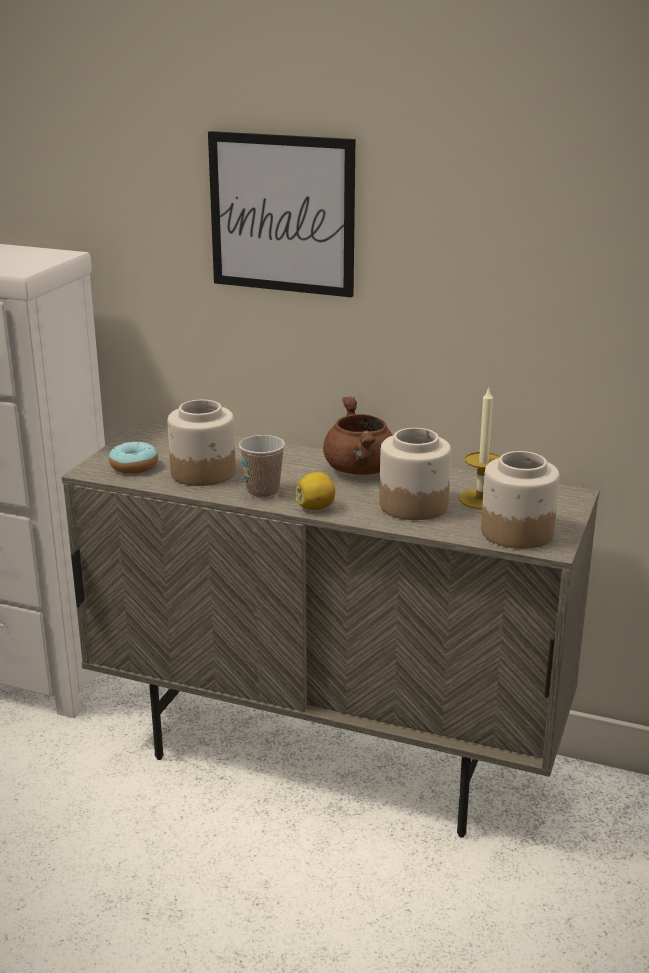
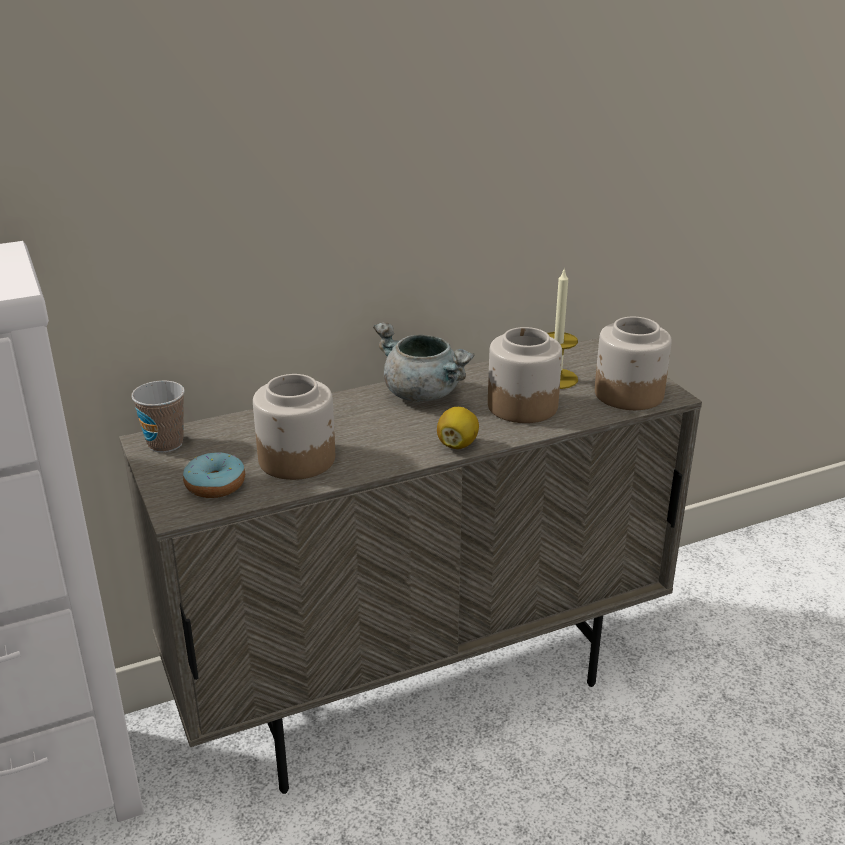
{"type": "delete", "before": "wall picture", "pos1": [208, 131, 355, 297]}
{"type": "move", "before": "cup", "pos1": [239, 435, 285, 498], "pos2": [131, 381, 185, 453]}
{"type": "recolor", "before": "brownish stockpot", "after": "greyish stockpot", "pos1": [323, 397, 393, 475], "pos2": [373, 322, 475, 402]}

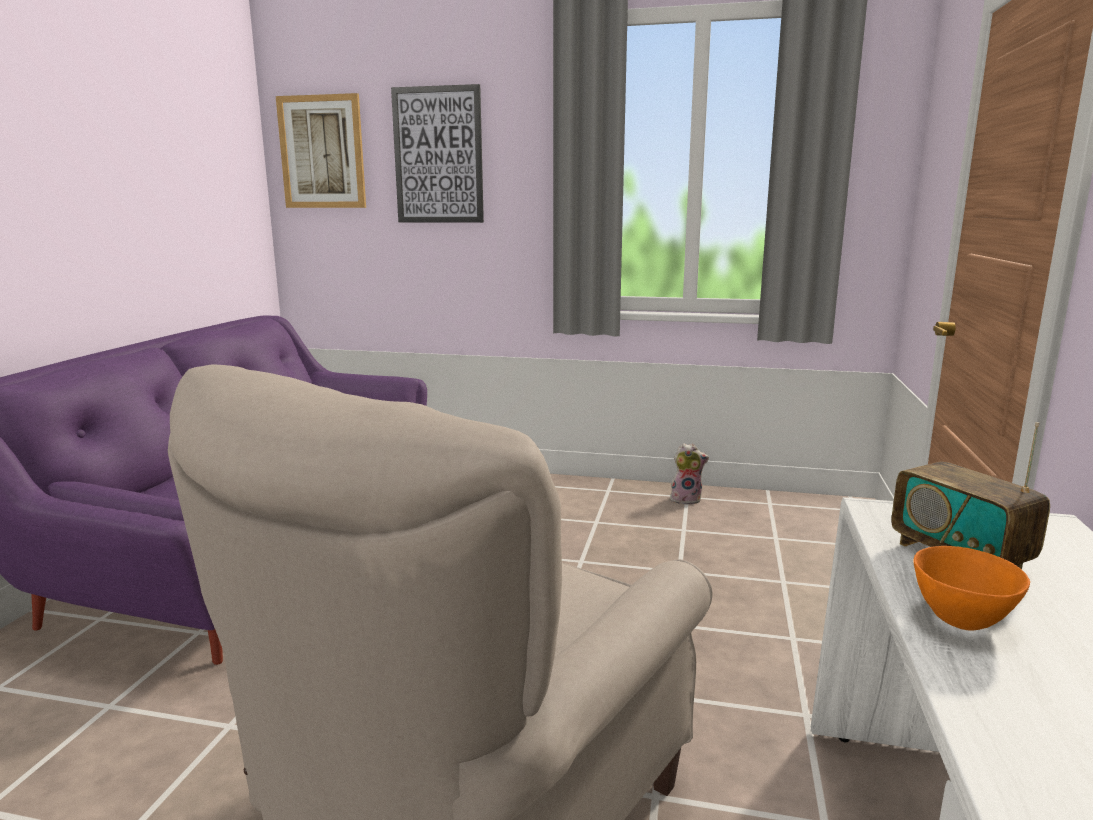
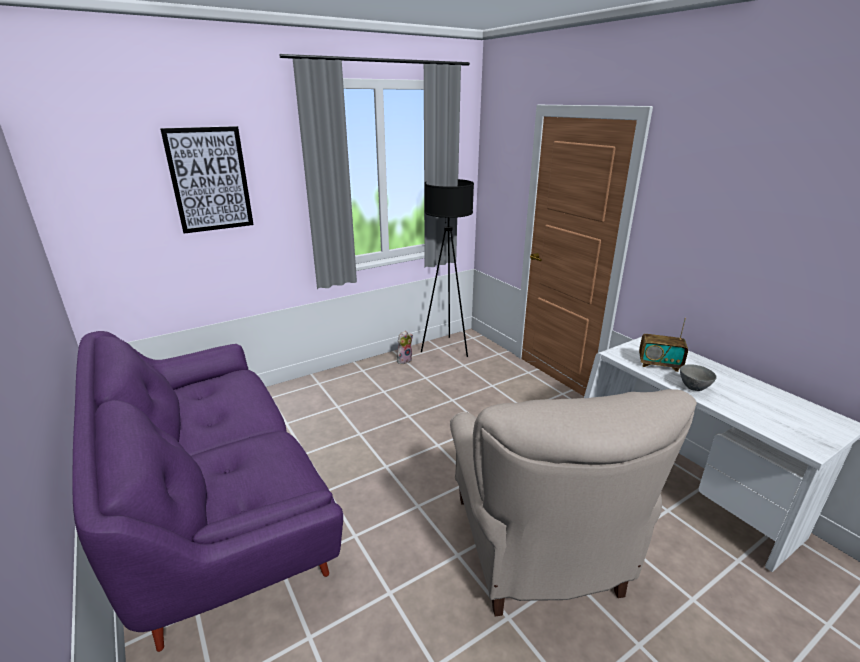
{"type": "delete", "before": "wall picture", "pos1": [276, 93, 366, 208]}
{"type": "insert", "after": "black-coloured floor lamp", "pos2": [421, 179, 474, 357]}
{"type": "recolor", "before": "orange bowl", "after": "greyish bowl", "pos1": [913, 546, 1030, 631], "pos2": [680, 364, 717, 391]}

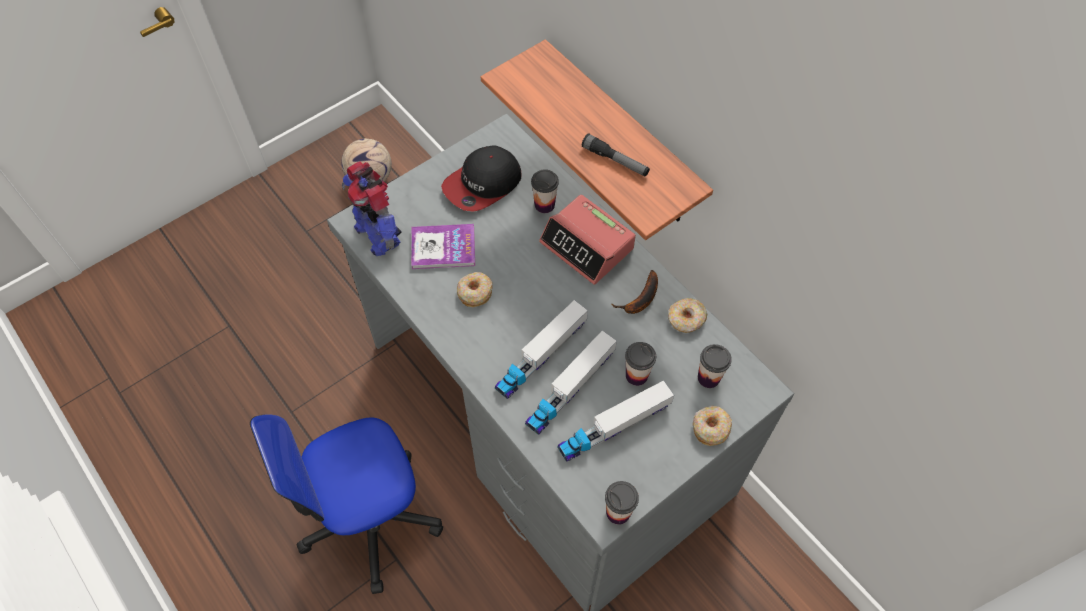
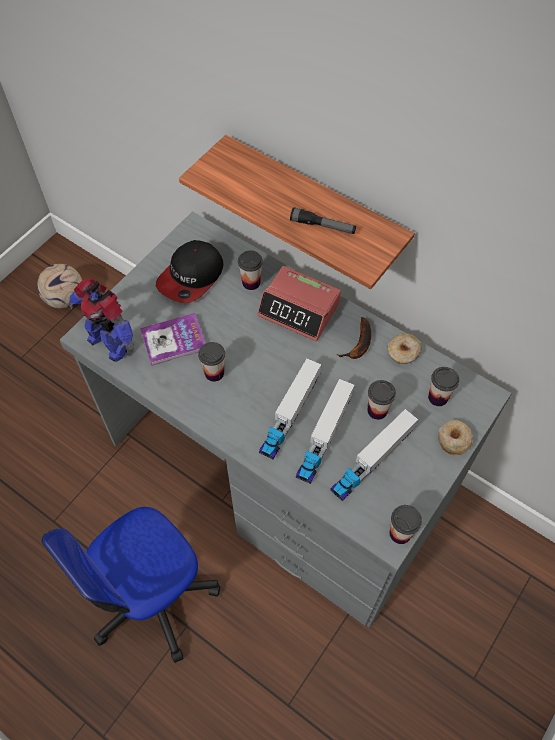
{"type": "replace", "before": "donut", "after": "cup", "pos1": [457, 272, 493, 307], "pos2": [198, 342, 225, 382]}

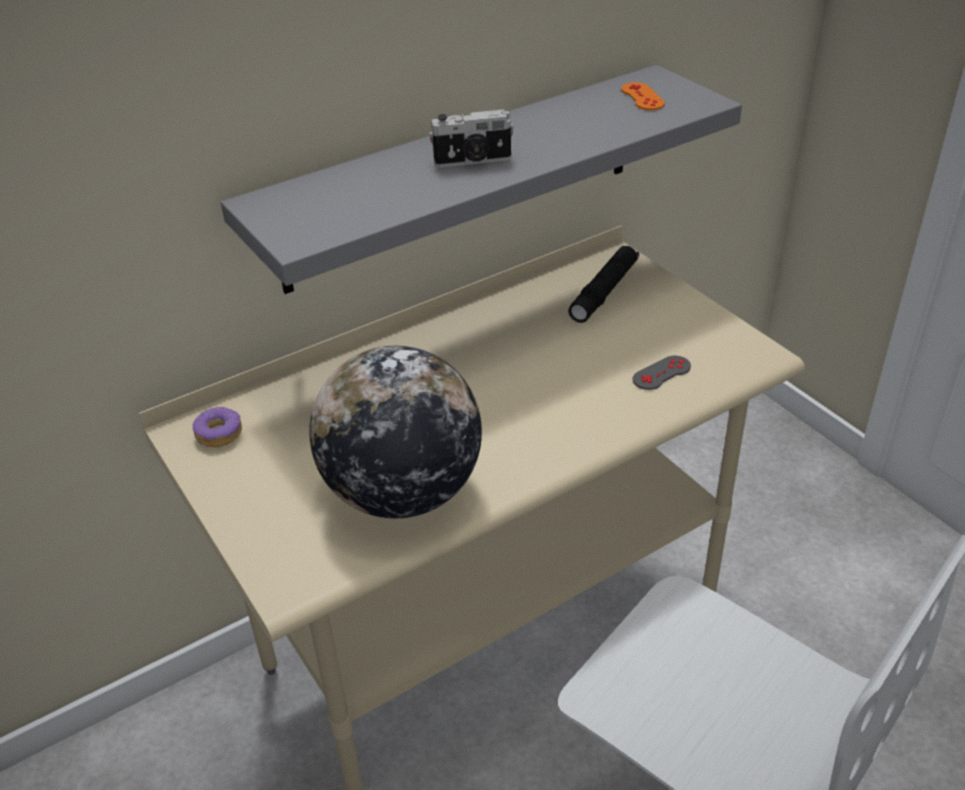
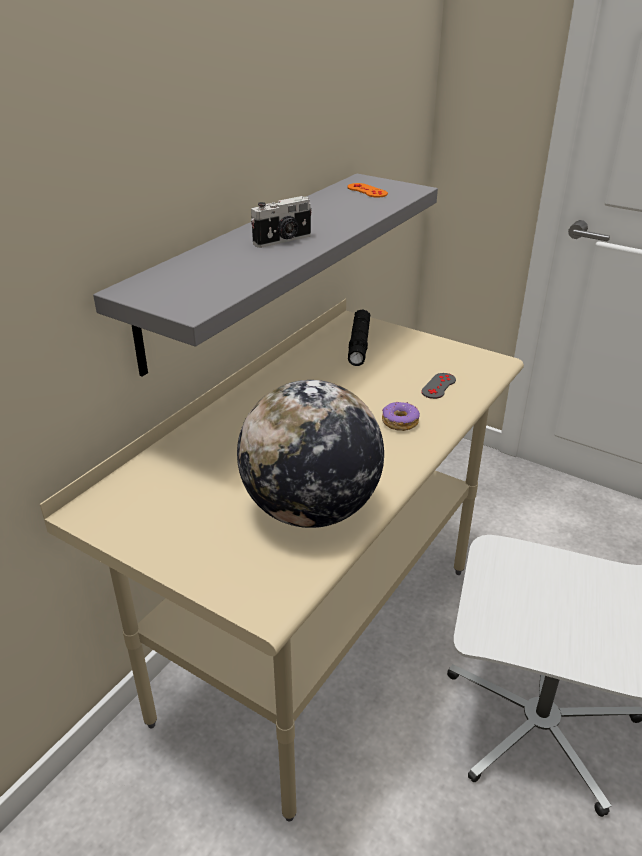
{"type": "move", "before": "donut", "pos1": [192, 407, 242, 447], "pos2": [382, 402, 420, 431]}

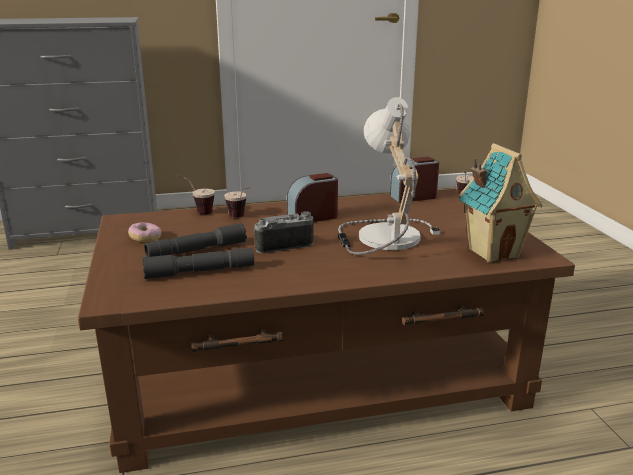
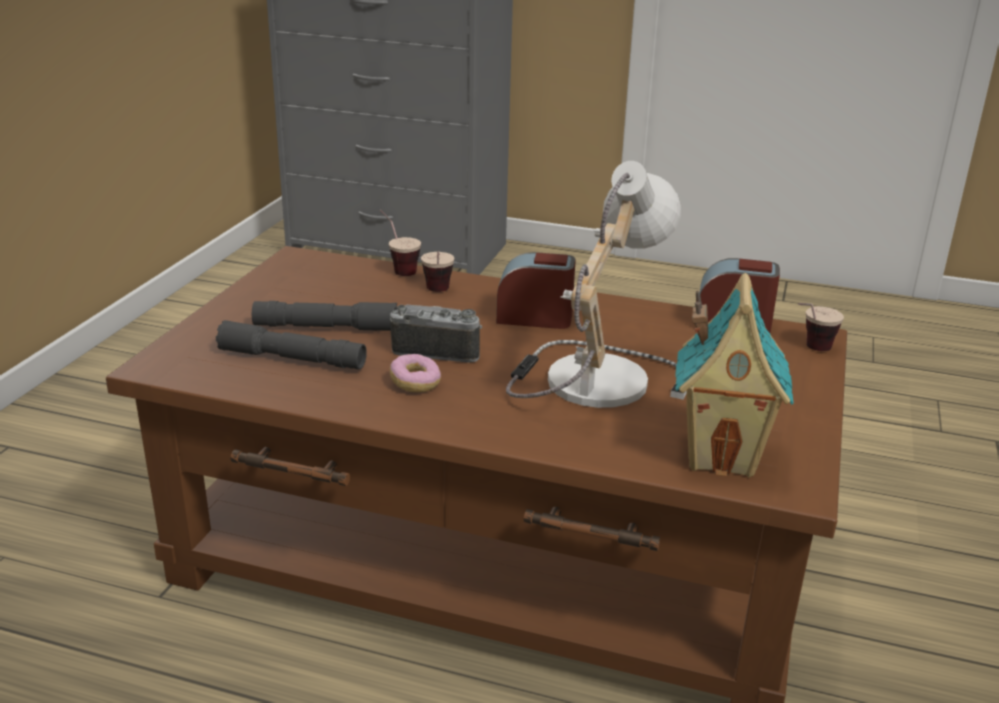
{"type": "move", "before": "donut", "pos1": [128, 222, 161, 242], "pos2": [390, 354, 441, 392]}

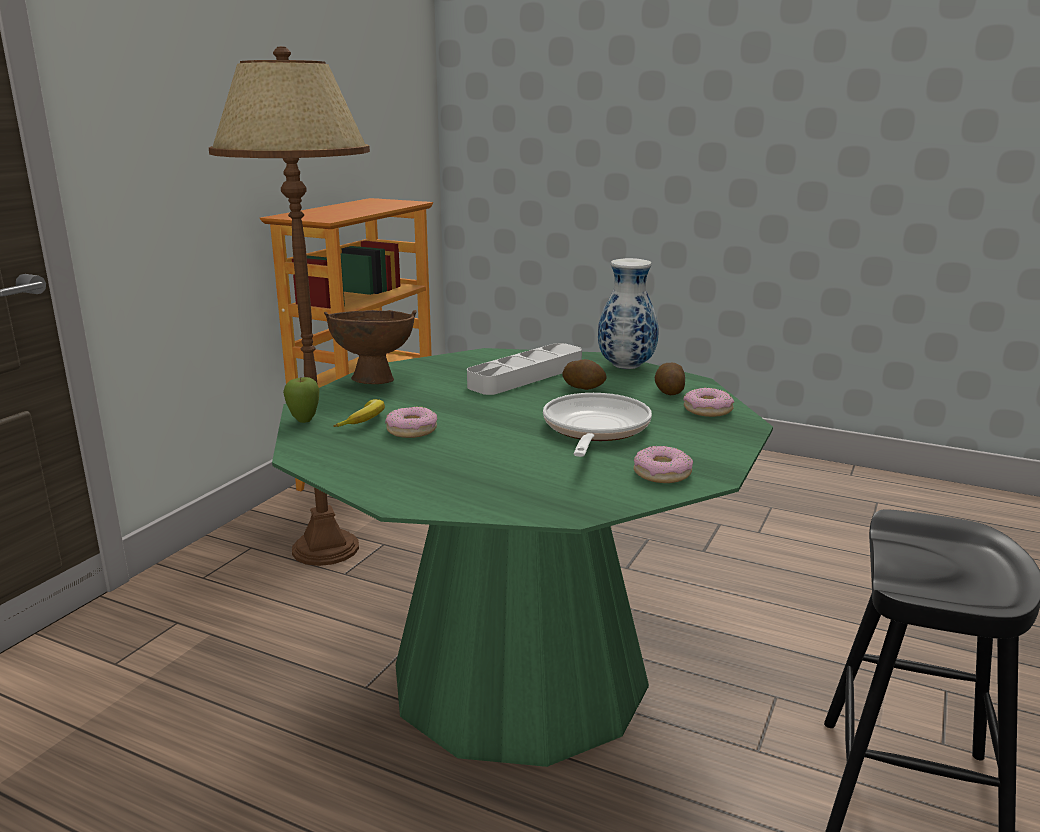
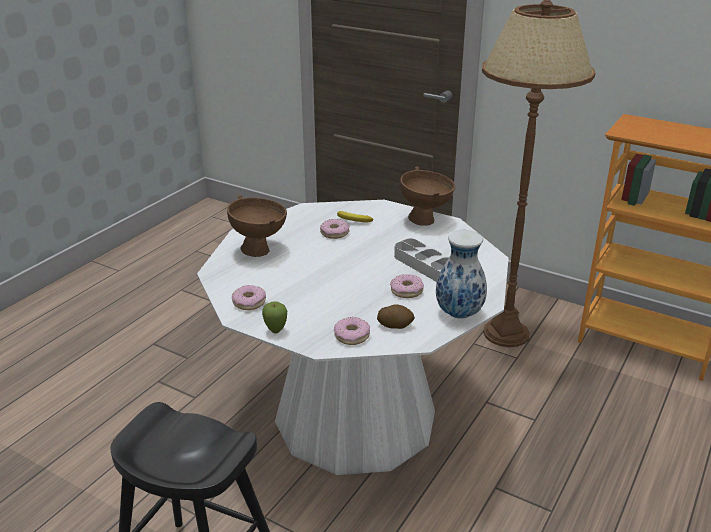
{"type": "delete", "before": "frying pan", "pos1": [543, 393, 652, 457]}
{"type": "insert", "after": "brownish bowl", "pos2": [227, 195, 287, 257]}
{"type": "move", "before": "apple fruit", "pos1": [283, 377, 320, 423], "pos2": [262, 301, 287, 334]}
{"type": "replace", "before": "potato", "after": "donut", "pos1": [563, 359, 607, 390], "pos2": [390, 274, 424, 298]}
{"type": "recolor", "before": "greenish kitchen table", "after": "white kitchen table", "pos1": [272, 348, 773, 767], "pos2": [197, 200, 509, 475]}

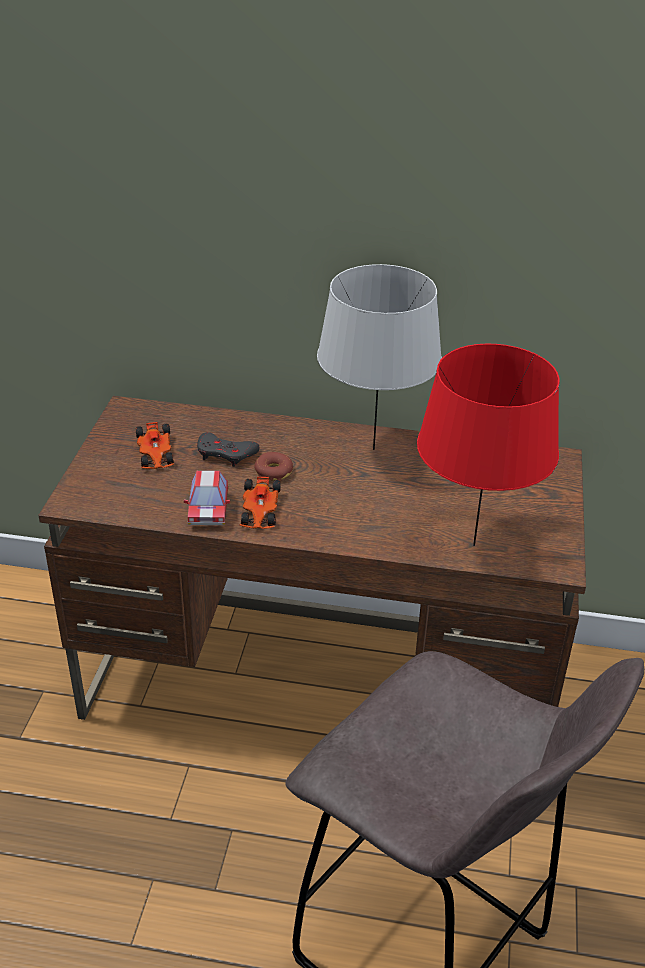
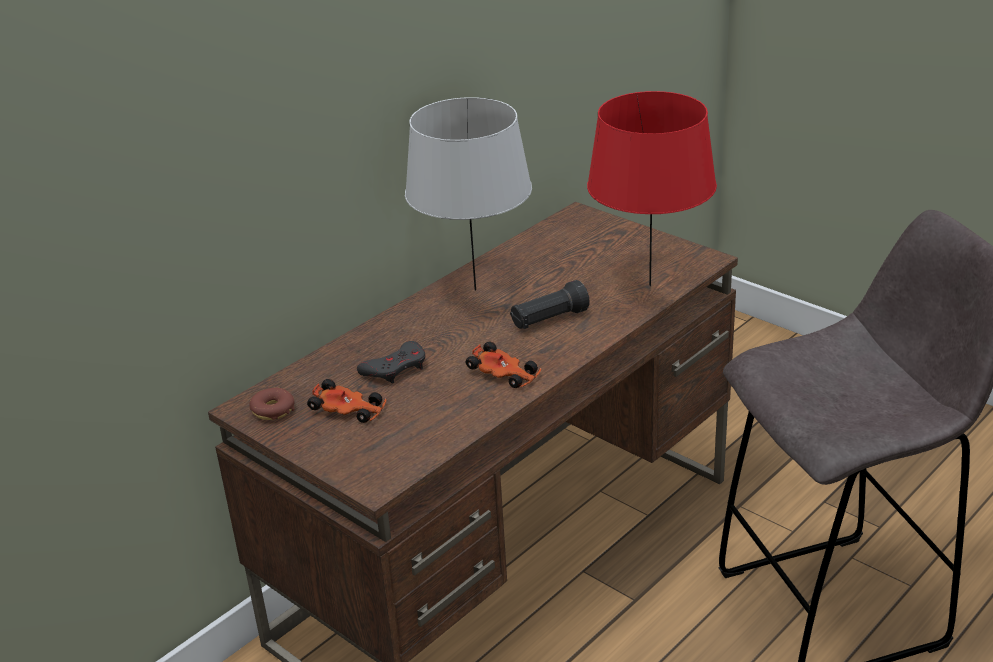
{"type": "delete", "before": "model car", "pos1": [184, 471, 230, 525]}
{"type": "insert", "after": "black-coloured hand torch", "pos2": [510, 280, 590, 329]}
{"type": "move", "before": "donut", "pos1": [254, 452, 293, 482], "pos2": [249, 388, 295, 420]}

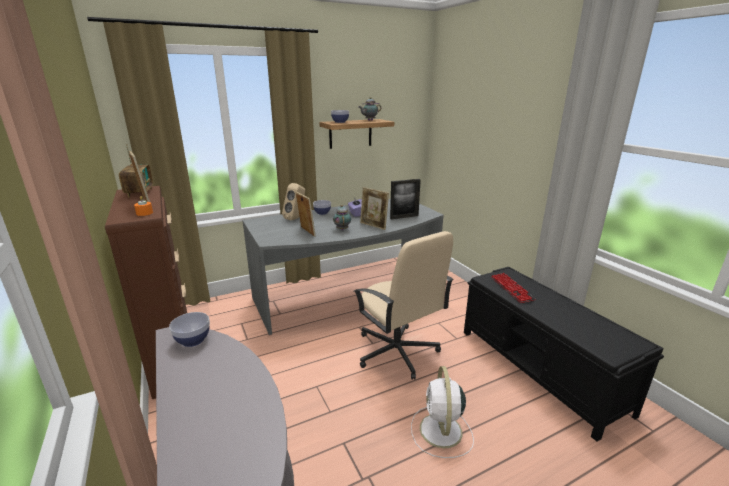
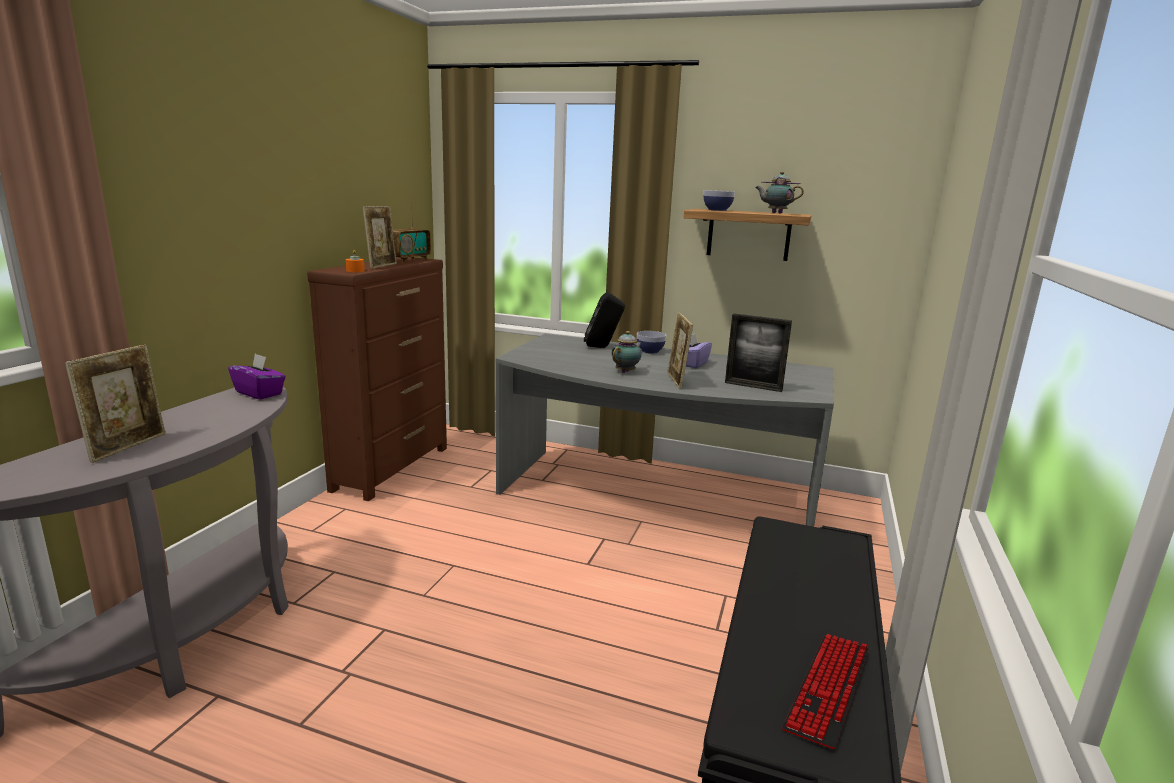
{"type": "delete", "before": "beige-coloured desk chair", "pos1": [354, 231, 454, 380]}
{"type": "delete", "before": "white cooling fan", "pos1": [411, 366, 474, 458]}
{"type": "move", "before": "picture frame", "pos1": [296, 192, 316, 237], "pos2": [65, 344, 166, 463]}
{"type": "move", "before": "PC keyboard", "pos1": [491, 273, 536, 303], "pos2": [782, 634, 869, 749]}
{"type": "replace", "before": "bowl", "after": "purple tissue holder", "pos1": [169, 312, 210, 347], "pos2": [228, 353, 286, 399]}
{"type": "recolor", "before": "beige-coloured loudspeaker", "after": "black-coloured loudspeaker", "pos1": [282, 183, 305, 220], "pos2": [584, 292, 625, 348]}

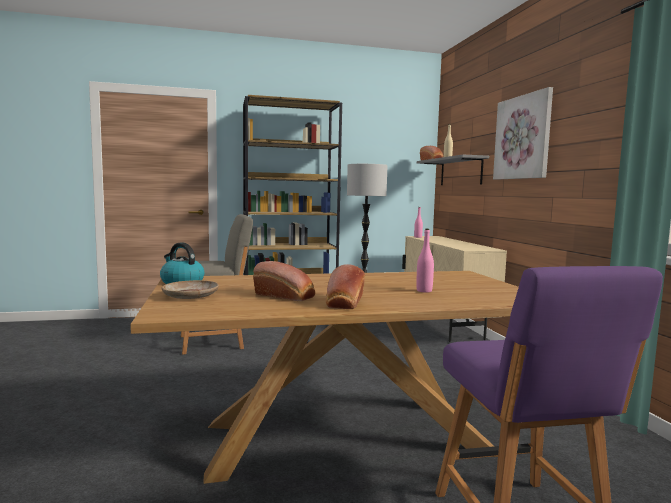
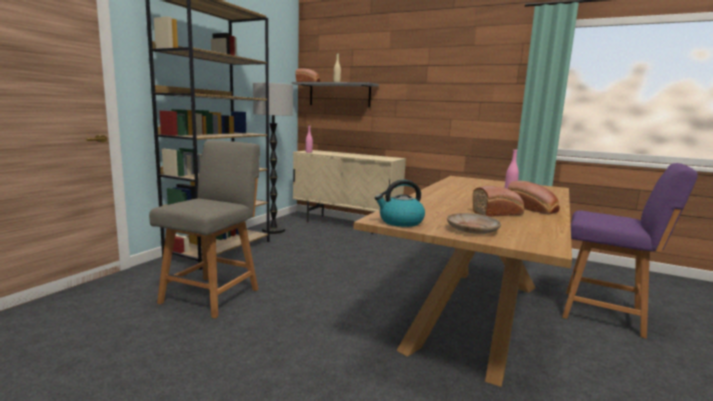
{"type": "delete", "before": "wall picture", "pos1": [493, 87, 553, 180]}

